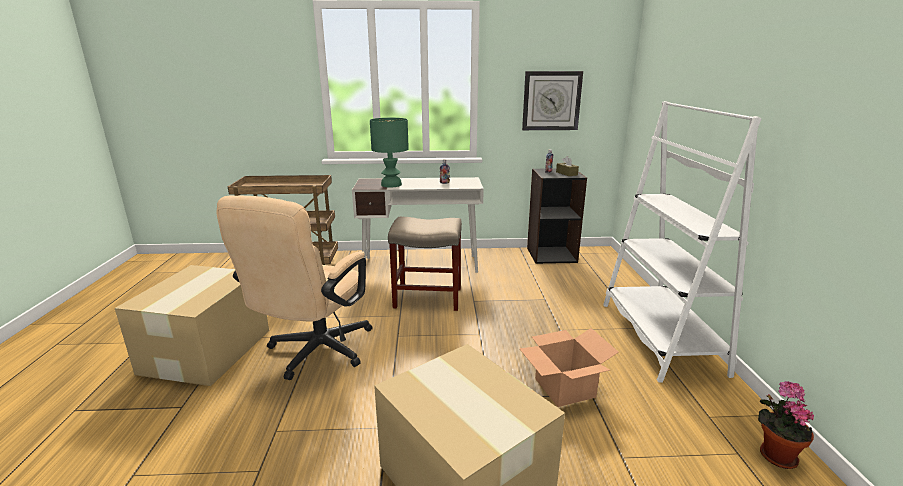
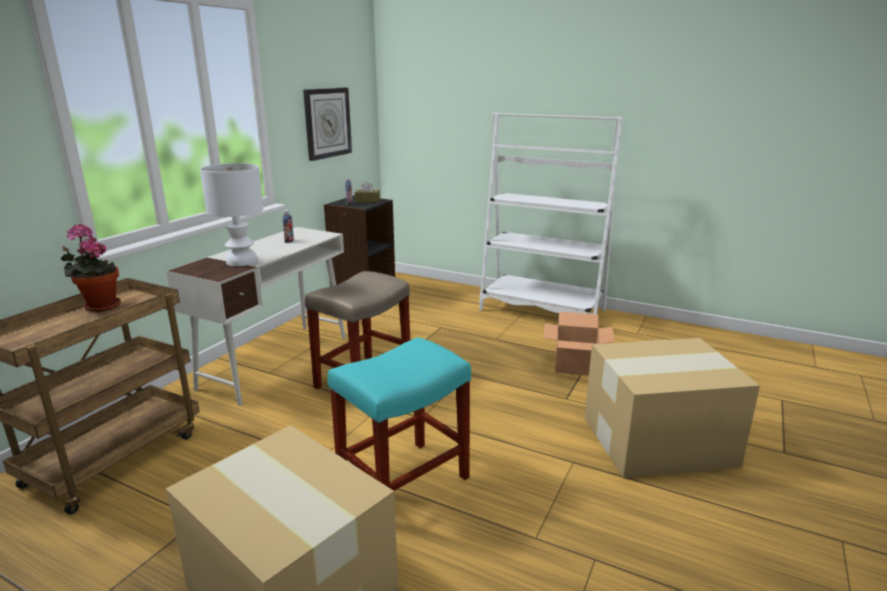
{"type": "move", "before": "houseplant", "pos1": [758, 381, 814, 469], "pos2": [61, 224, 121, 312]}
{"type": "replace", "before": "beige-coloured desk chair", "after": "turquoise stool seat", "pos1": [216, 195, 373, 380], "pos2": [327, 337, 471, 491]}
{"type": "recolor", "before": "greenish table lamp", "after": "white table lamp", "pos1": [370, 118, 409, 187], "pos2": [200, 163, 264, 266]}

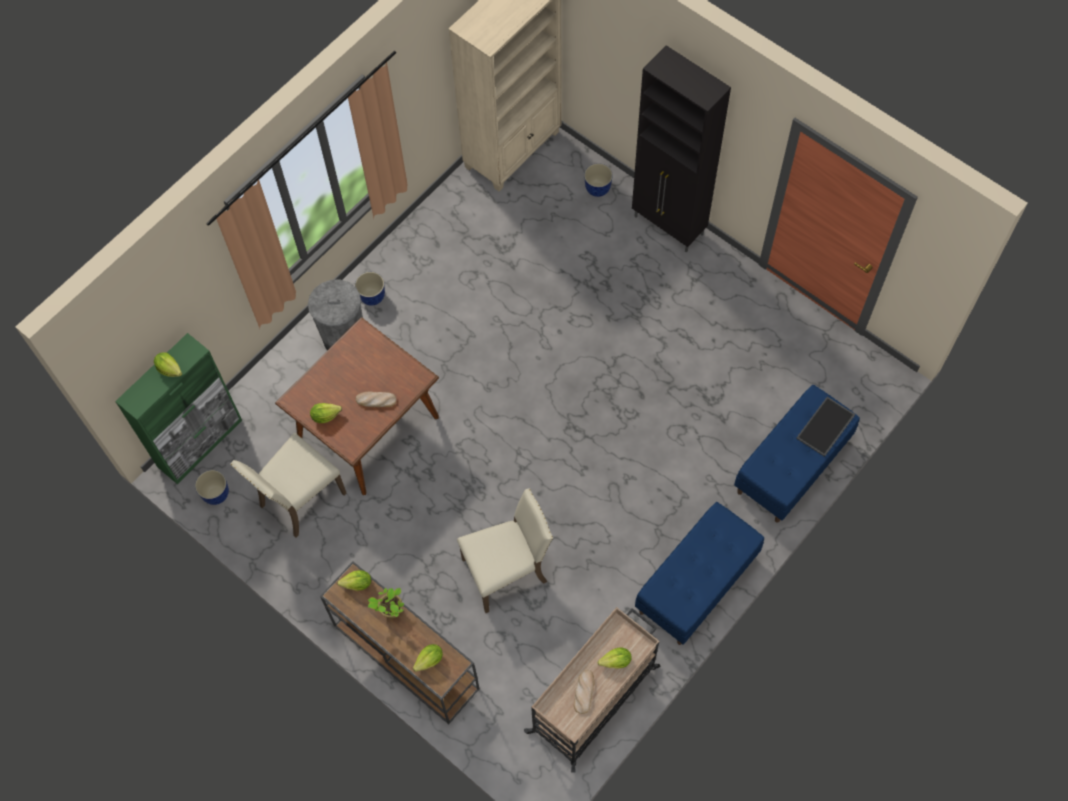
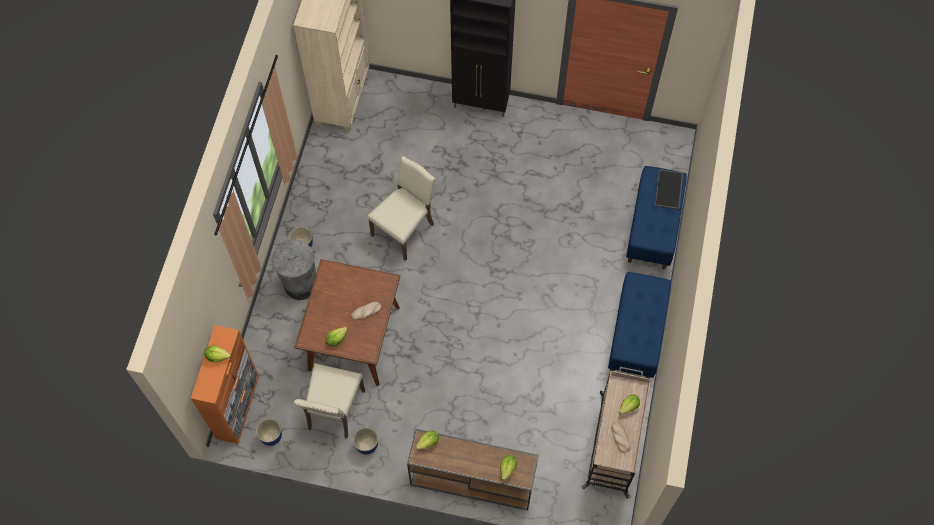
{"type": "delete", "before": "houseplant", "pos1": [368, 588, 404, 618]}
{"type": "move", "before": "beige-coloured upright chair", "pos1": [457, 489, 553, 613], "pos2": [367, 156, 436, 261]}
{"type": "move", "before": "flower pot", "pos1": [584, 163, 613, 197], "pos2": [353, 427, 378, 455]}
{"type": "recolor", "before": "greenish cupboard", "after": "orange cupboard", "pos1": [115, 333, 242, 484], "pos2": [191, 325, 259, 444]}

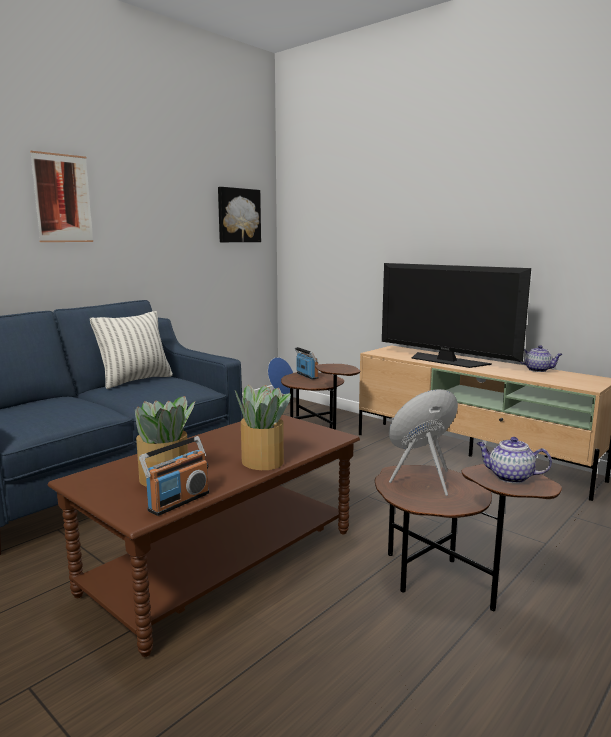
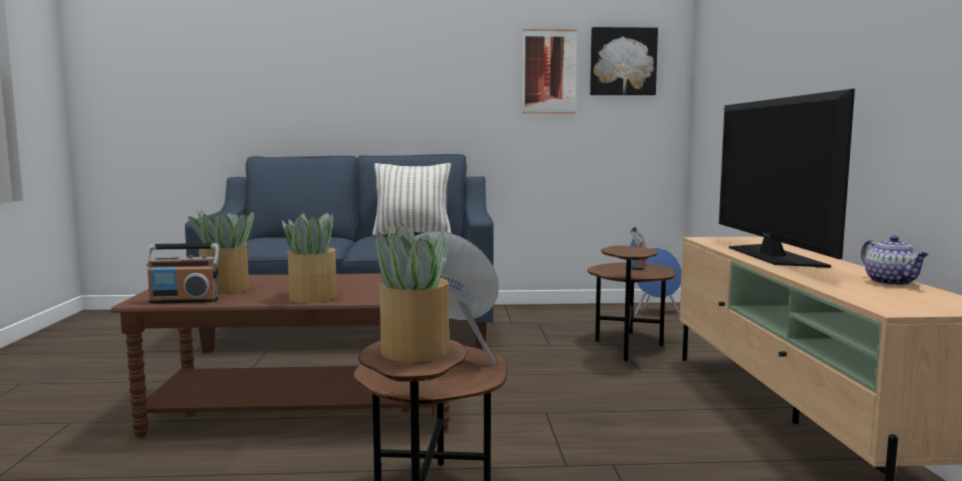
{"type": "move", "before": "wall picture", "pos1": [30, 151, 93, 242], "pos2": [522, 29, 577, 114]}
{"type": "replace", "before": "tea pot", "after": "houseplant", "pos1": [476, 437, 552, 483], "pos2": [371, 224, 452, 362]}

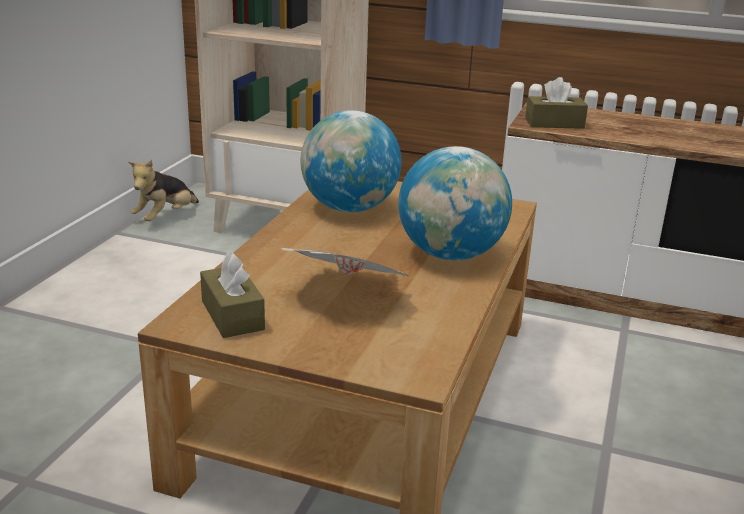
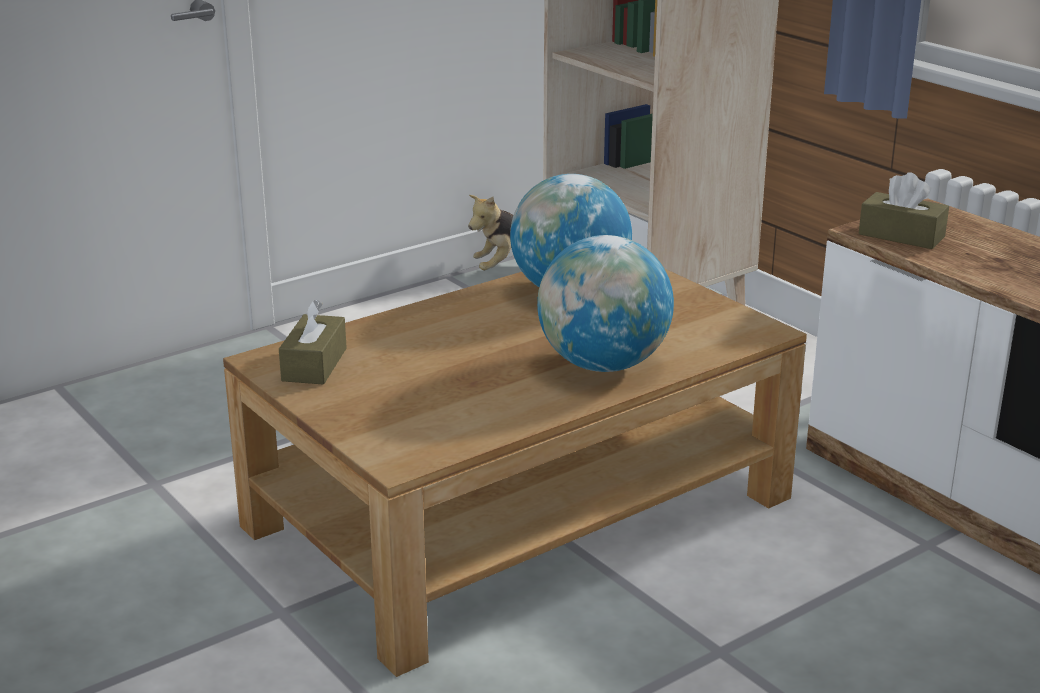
{"type": "delete", "before": "newspaper", "pos1": [281, 248, 409, 276]}

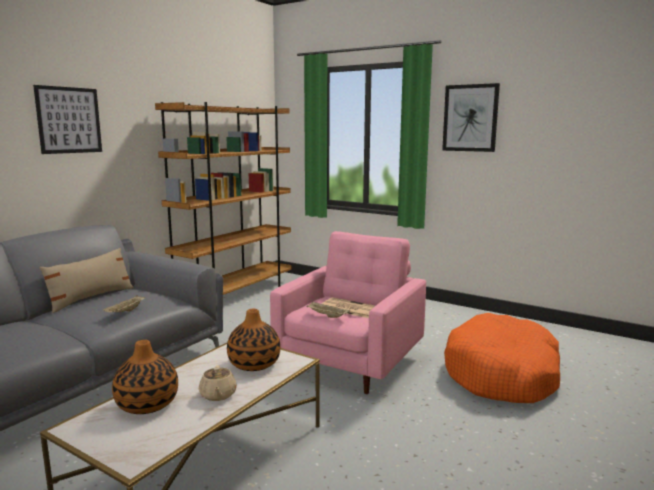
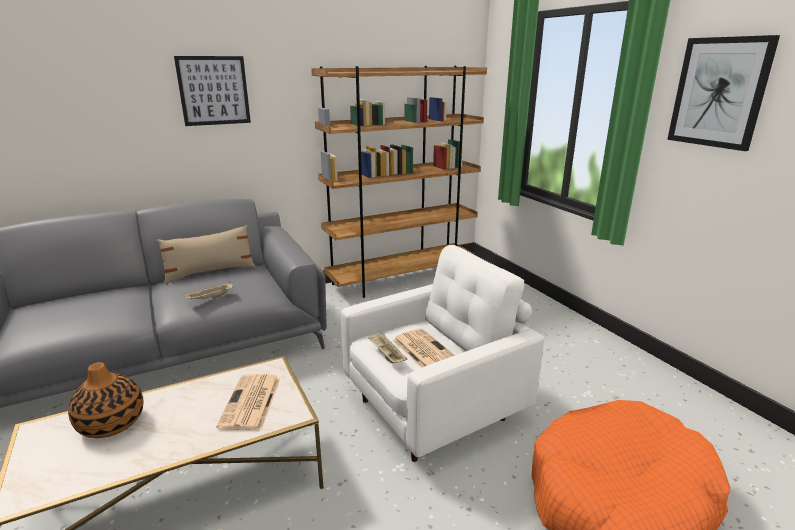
{"type": "delete", "before": "beige-coloured tea pot", "pos1": [199, 365, 237, 401]}
{"type": "replace", "before": "flower vase", "after": "newspaper", "pos1": [227, 309, 281, 371], "pos2": [216, 374, 280, 430]}
{"type": "recolor", "before": "pinkish easy chair", "after": "white easy chair", "pos1": [270, 231, 426, 394], "pos2": [341, 245, 544, 462]}

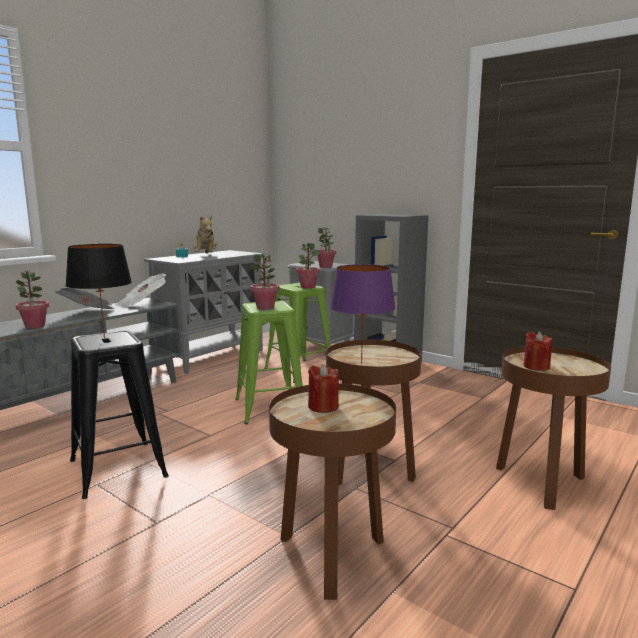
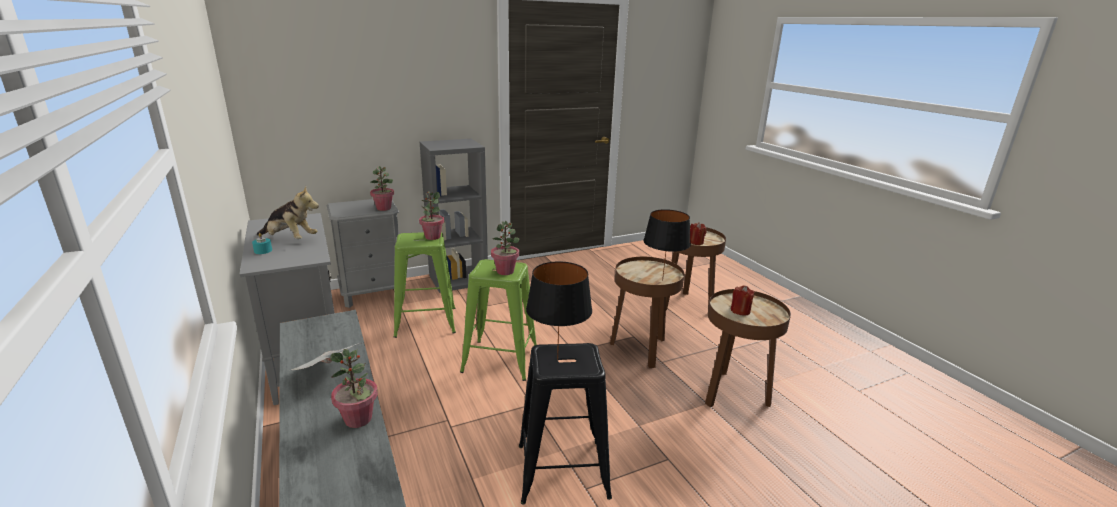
{"type": "delete", "before": "newspaper", "pos1": [115, 274, 166, 307]}
{"type": "recolor", "before": "purple table lamp", "after": "black-coloured table lamp", "pos1": [330, 264, 396, 364], "pos2": [643, 209, 691, 281]}

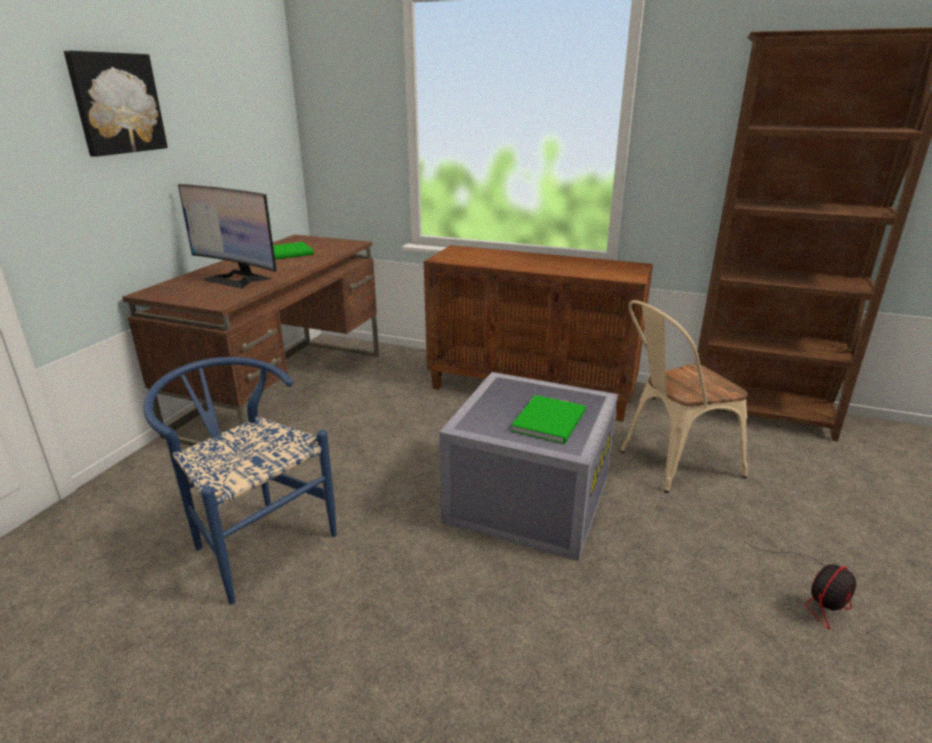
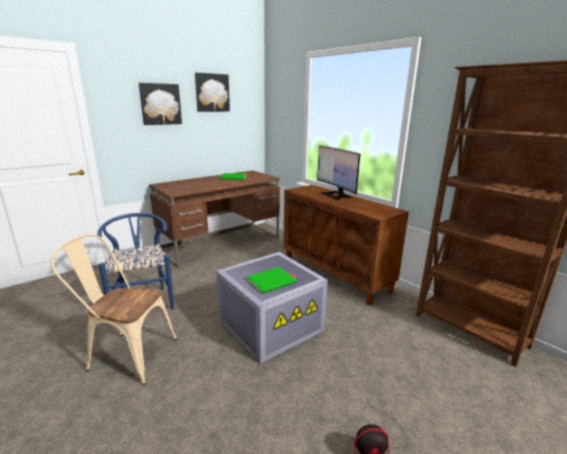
{"type": "insert", "after": "wall picture", "pos2": [195, 73, 230, 112]}
{"type": "move", "before": "computer display", "pos1": [178, 184, 277, 289], "pos2": [317, 146, 360, 201]}
{"type": "move", "before": "beige-coloured upright chair", "pos1": [620, 300, 748, 493], "pos2": [51, 234, 177, 385]}

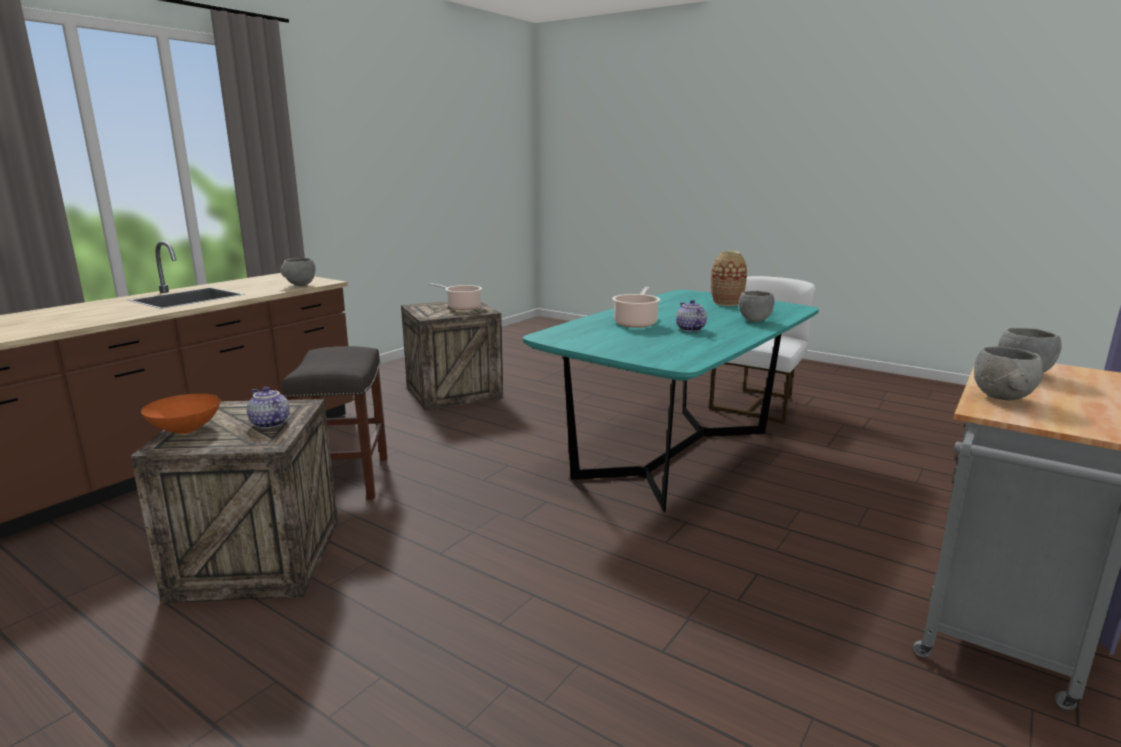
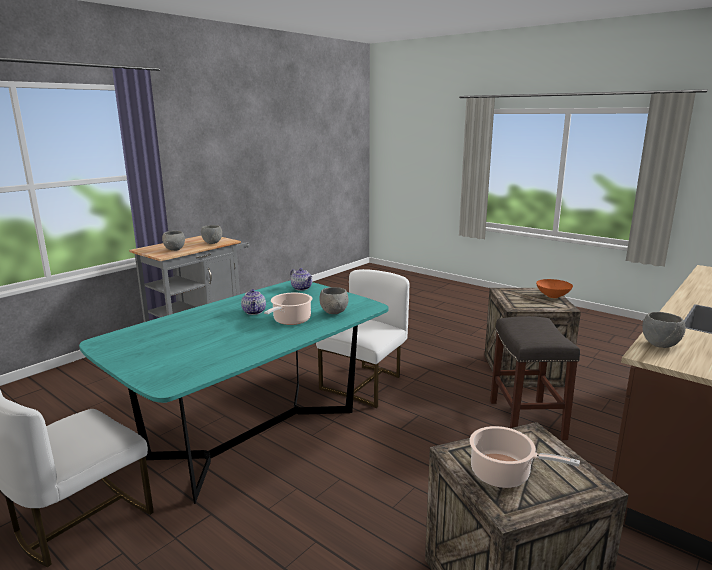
{"type": "delete", "before": "flower vase", "pos1": [711, 251, 747, 306]}
{"type": "insert", "after": "white upright chair", "pos2": [316, 269, 409, 408]}
{"type": "move", "before": "tea pot", "pos1": [247, 387, 290, 429], "pos2": [290, 268, 312, 291]}
{"type": "move", "before": "greyish bowl", "pos1": [739, 291, 774, 322], "pos2": [319, 287, 349, 314]}

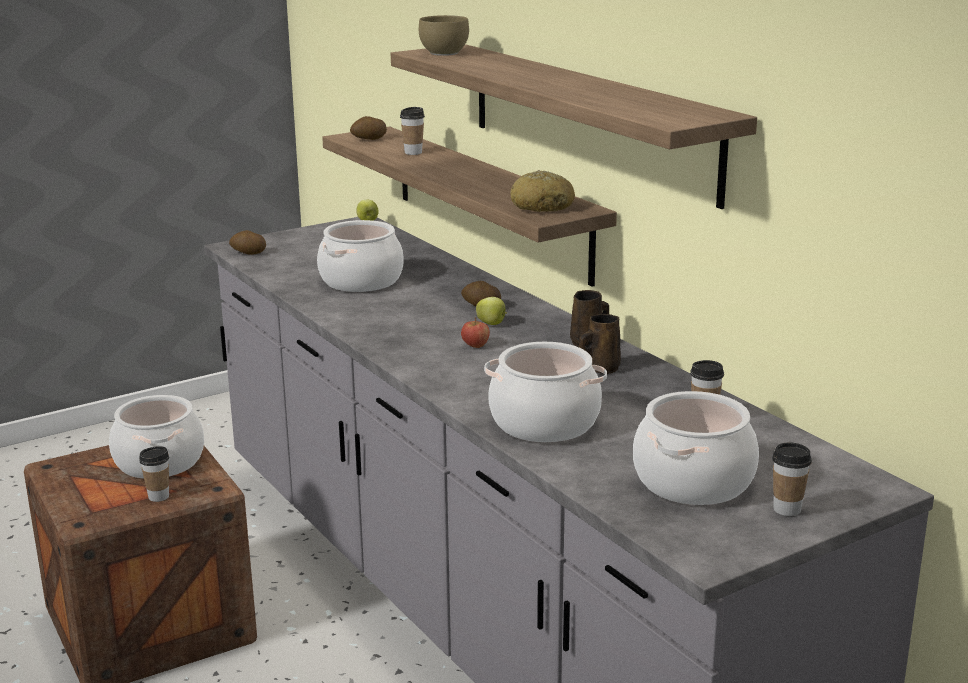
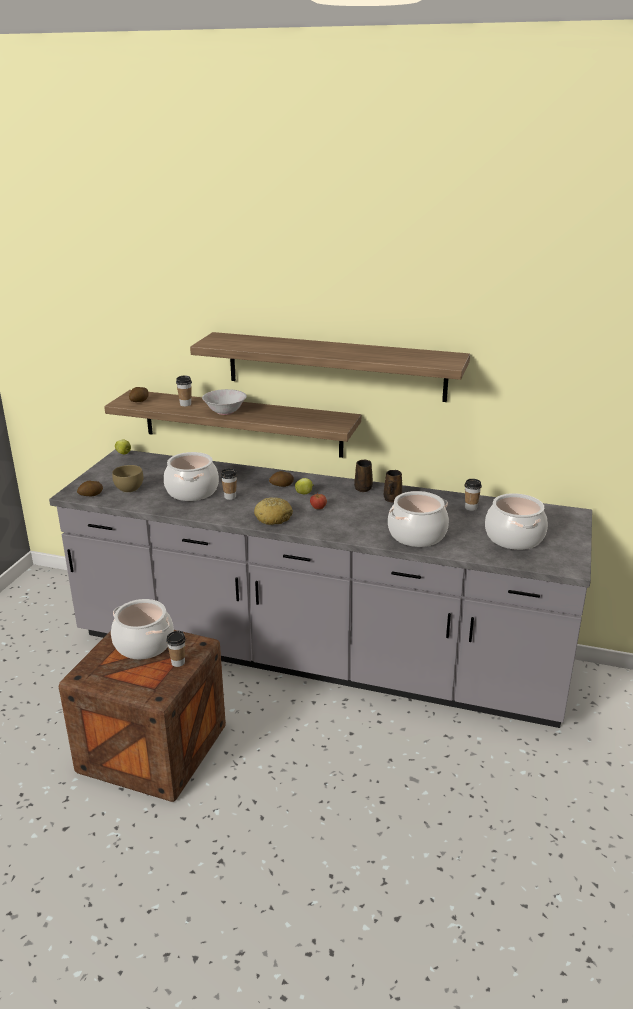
{"type": "insert", "after": "white bowl", "pos2": [202, 389, 247, 415]}
{"type": "move", "before": "brownish bowl", "pos1": [419, 15, 469, 56], "pos2": [112, 465, 143, 493]}
{"type": "move", "before": "bakery bread", "pos1": [510, 170, 575, 212], "pos2": [254, 497, 293, 525]}
{"type": "move", "before": "cup", "pos1": [772, 442, 812, 516], "pos2": [221, 469, 237, 500]}

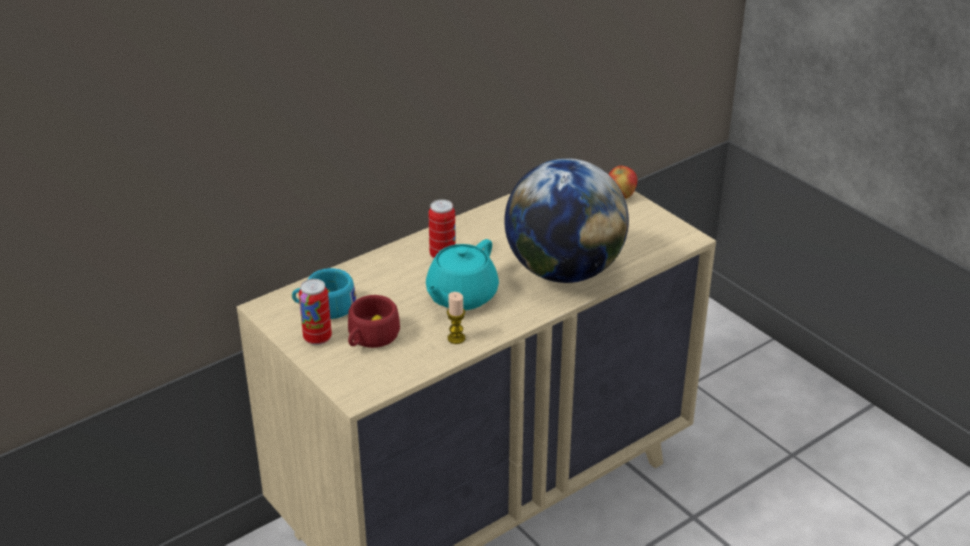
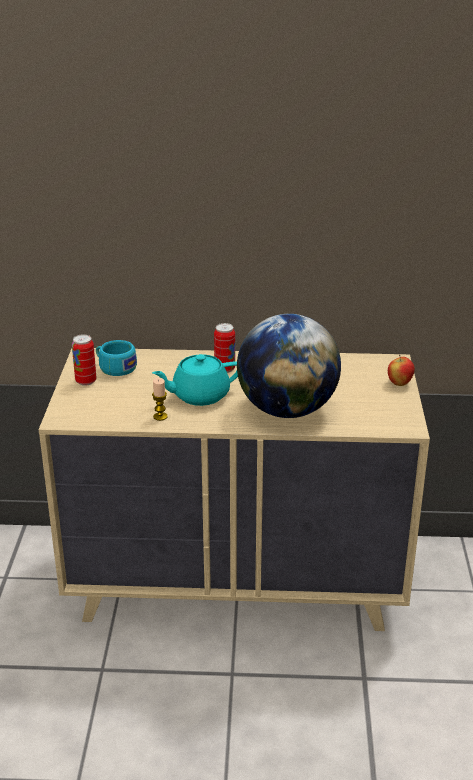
{"type": "delete", "before": "red cup", "pos1": [348, 295, 400, 348]}

